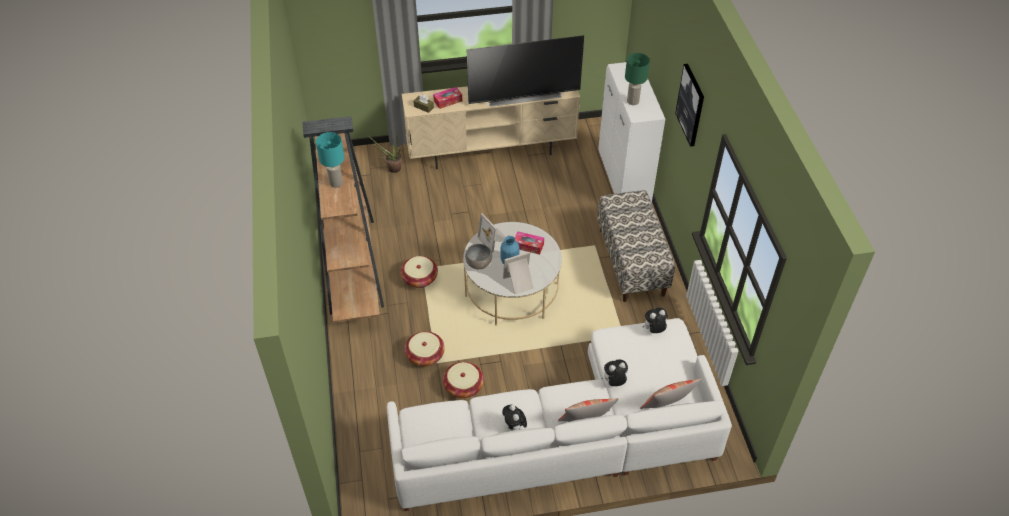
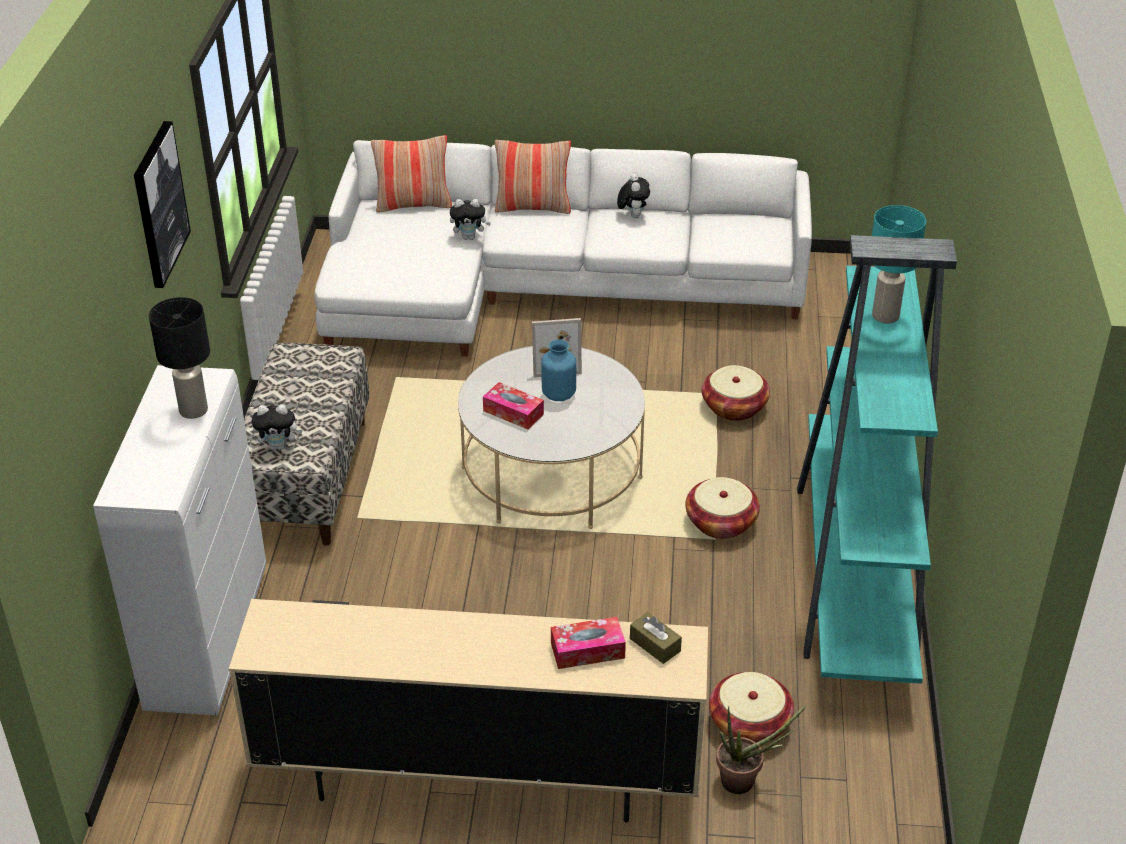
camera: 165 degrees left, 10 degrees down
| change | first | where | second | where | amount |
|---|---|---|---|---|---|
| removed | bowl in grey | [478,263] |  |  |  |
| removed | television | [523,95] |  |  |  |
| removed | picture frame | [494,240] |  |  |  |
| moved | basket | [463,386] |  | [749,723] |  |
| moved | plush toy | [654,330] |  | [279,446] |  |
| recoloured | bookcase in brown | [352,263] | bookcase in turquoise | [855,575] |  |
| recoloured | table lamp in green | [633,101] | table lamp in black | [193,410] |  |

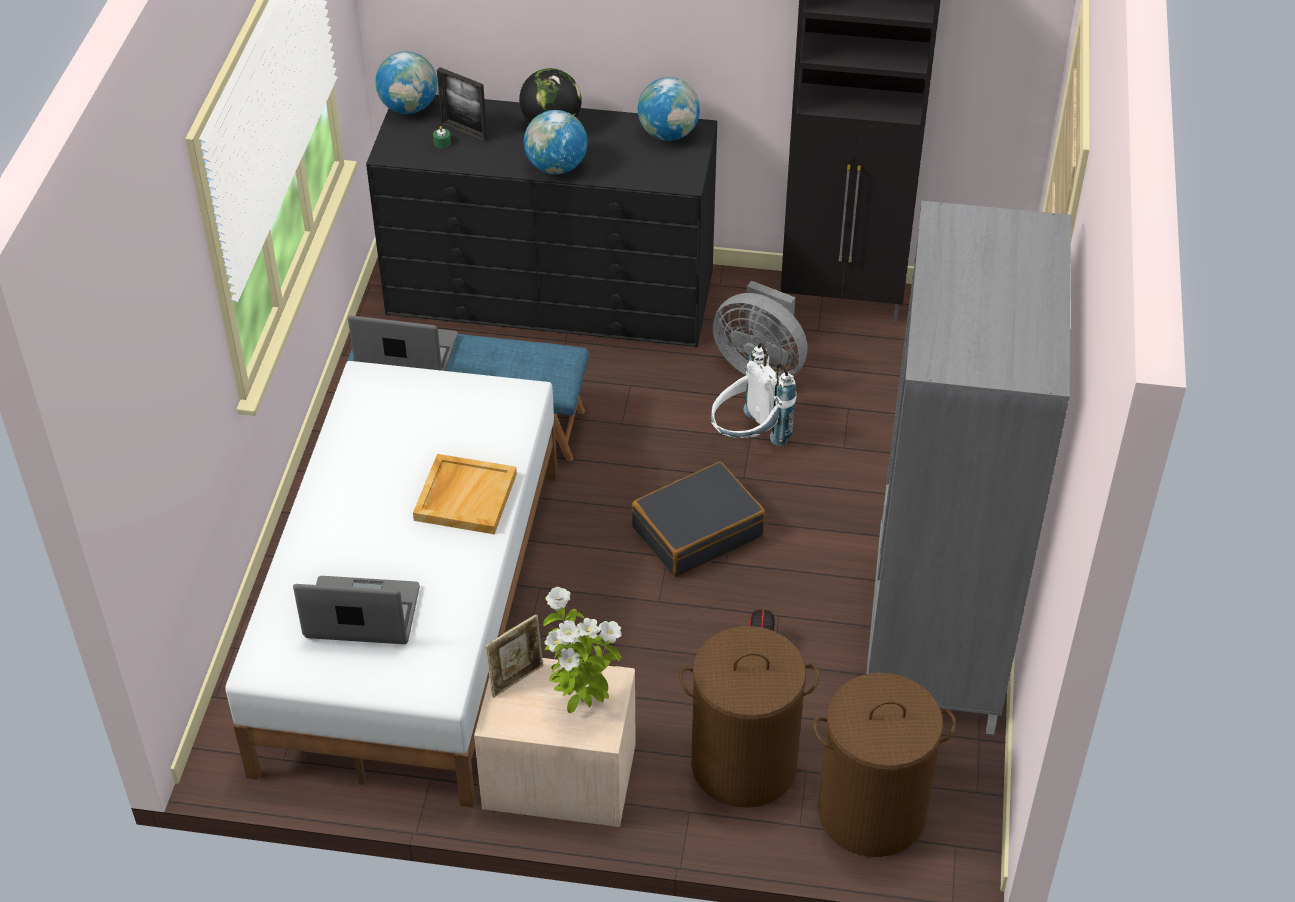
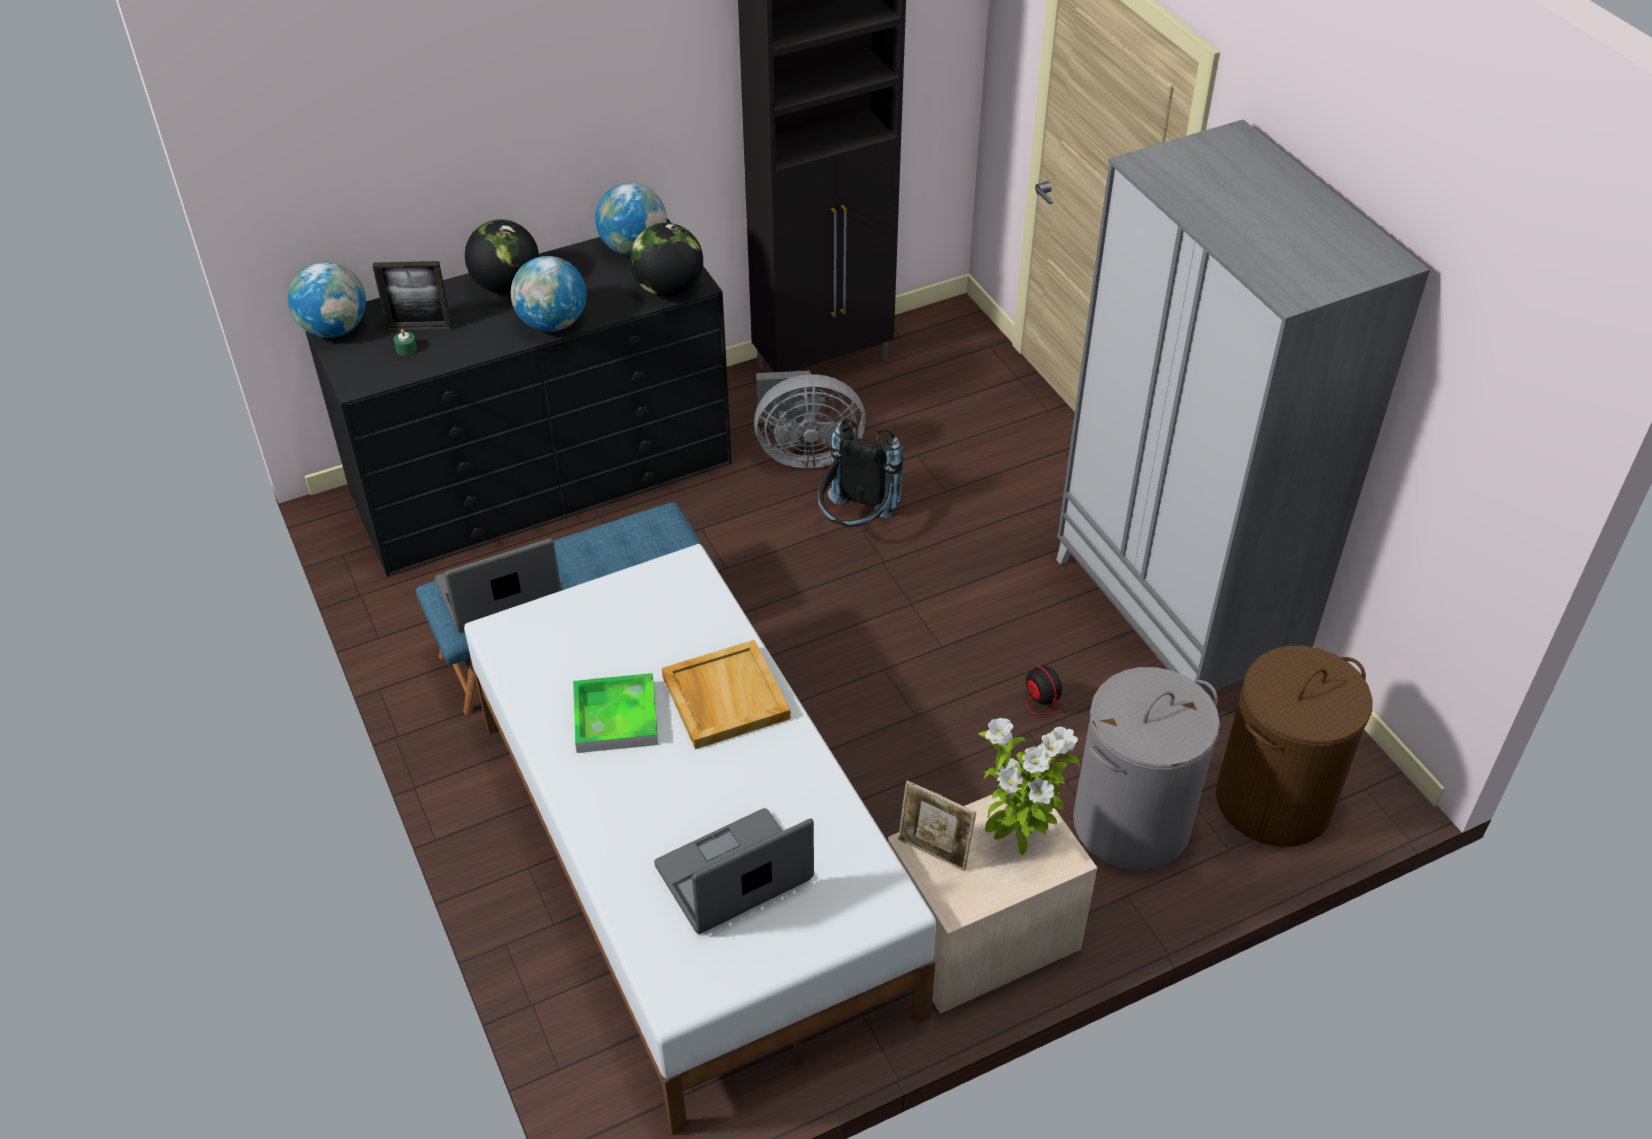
camera: 35 degrees left, 0 degrees up
| change | first | where | second | where | amount |
|---|---|---|---|---|---|
| removed | suitcase in black | [697,531] |  |  |  |
| added |  |  | tray | [615,717] |  |
| added |  |  | globe | [669,290] |  |
| recoloured | laundry basket in brown | [743,765] | laundry basket in grey | [1131,823] |  |
| recoloured | backpack in white | [748,439] | backpack in black | [856,524] |  |
| turned | picture frame | [516,679] |  | [934,852] | 105 degrees clockwise |

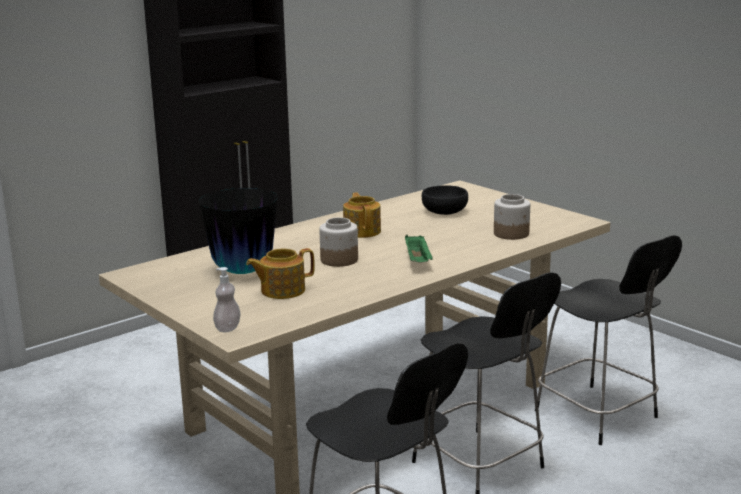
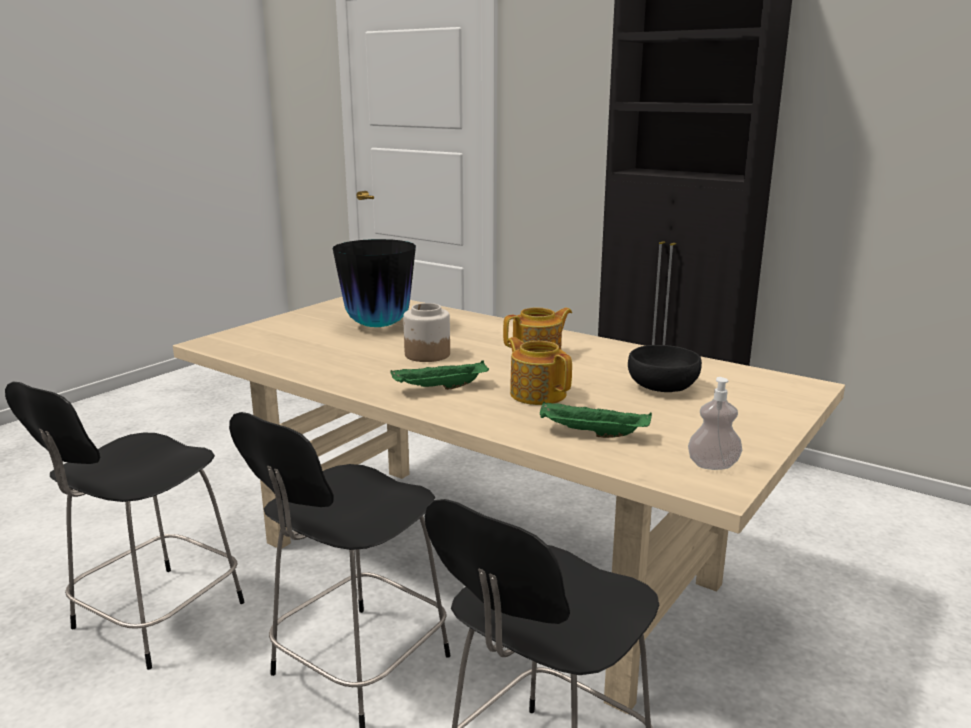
camera: 75 degrees right, 0 degrees up
| change | first | where | second | where | amount |
|---|---|---|---|---|---|
| moved | soap dispenser | [227,328] |  | [713,465] |  |
| moved | teapot | [282,290] |  | [537,394] |  |
| replaced | jar | [511,234] | tray in green | [591,434] |  |

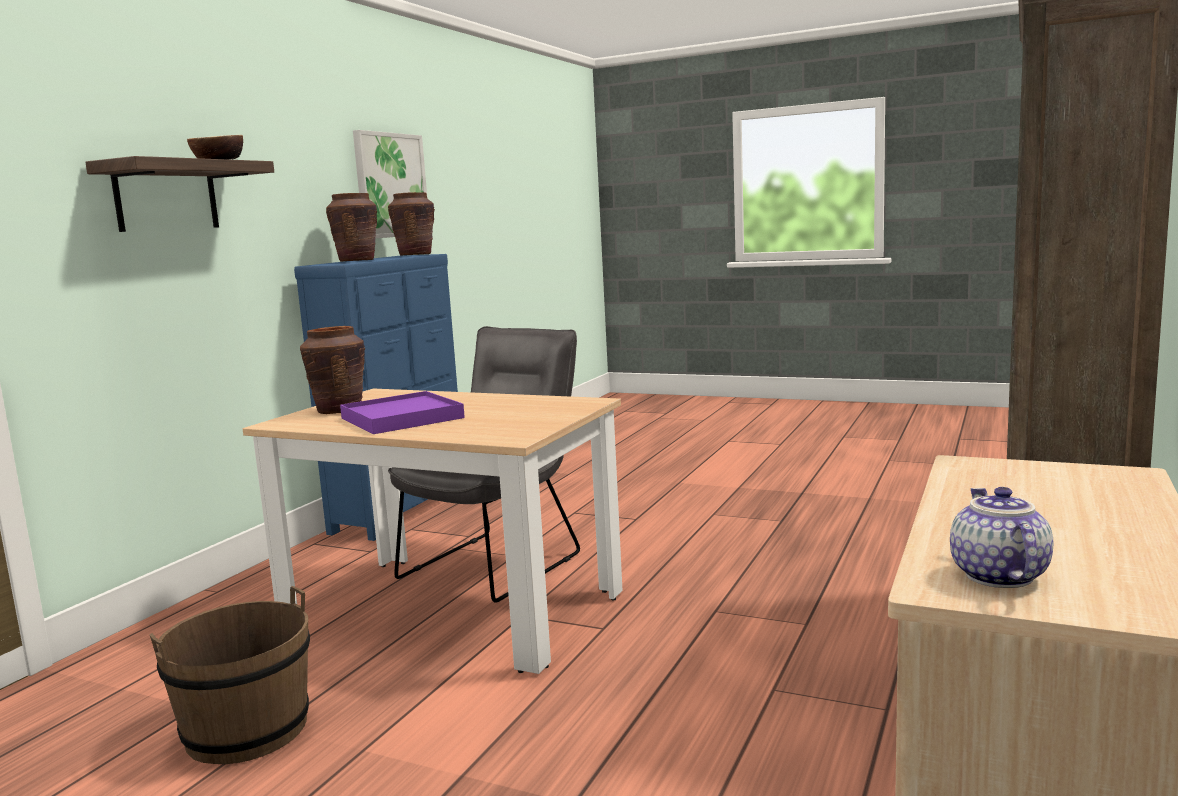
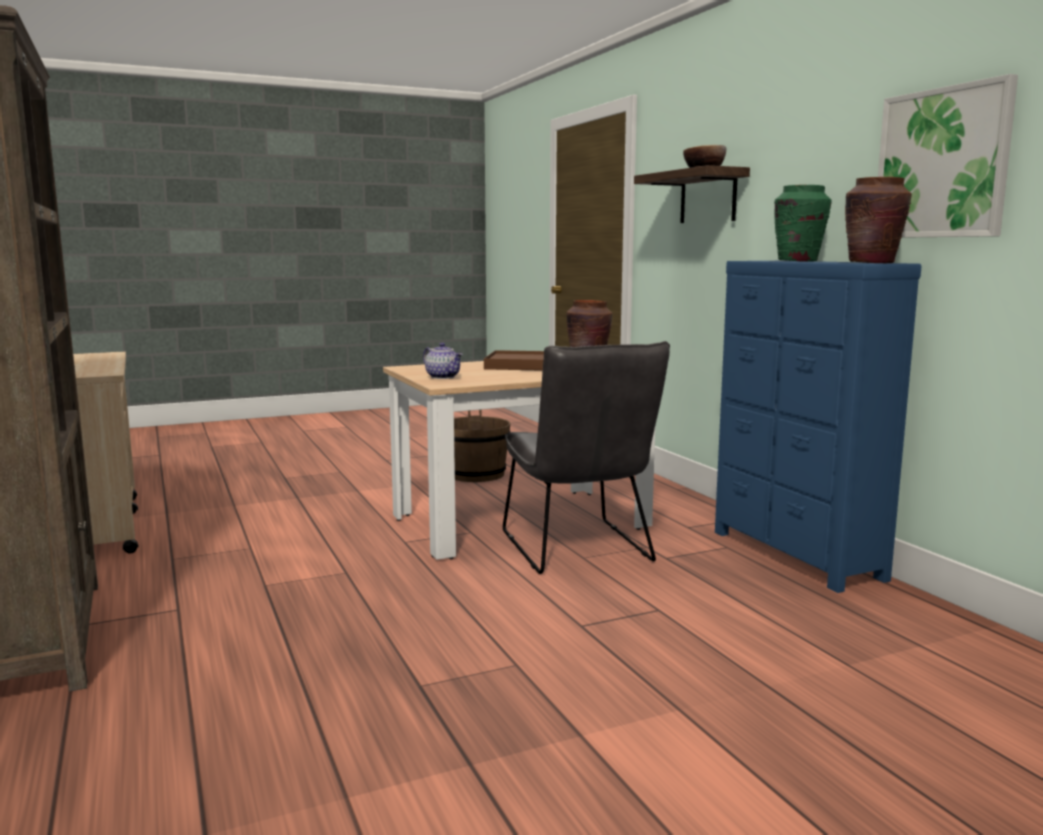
camera: 130 degrees right, 0 degrees up
| change | first | where | second | where | amount |
|---|---|---|---|---|---|
| moved | teapot | [996,576] |  | [443,377] |  |
| recoloured | vase in brown | [357,261] | vase in green | [798,261] |  |
| recoloured | tray in purple | [402,418] | tray in brown | [522,365] |  |

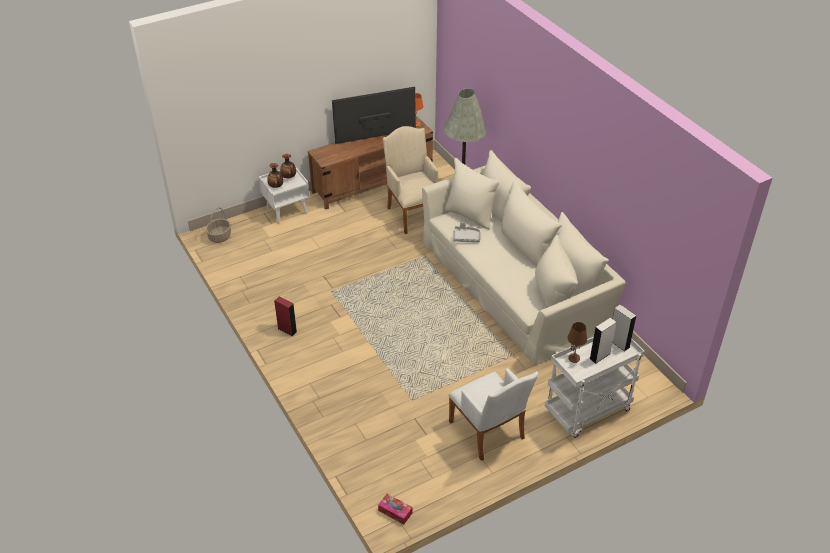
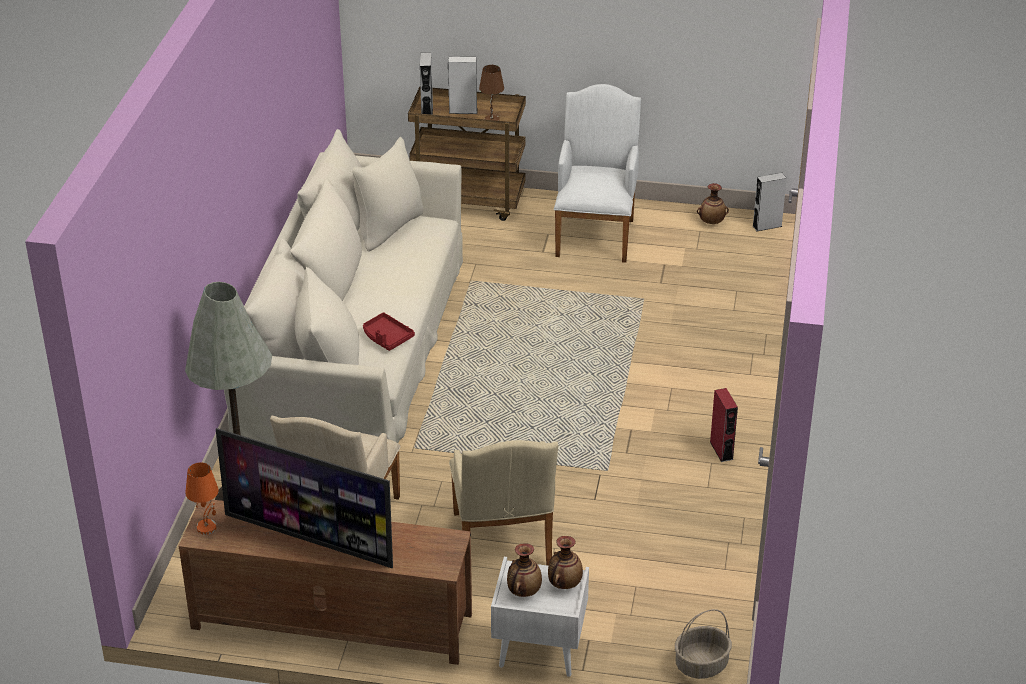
camera: 140 degrees left, 5 degrees down
| change | first | where | second | where | amount |
|---|---|---|---|---|---|
| added |  |  | armchair in beige | [502,545] |  |
| added |  |  | vase | [711,222] |  |
| replaced | tissue box | [395,512] | speaker in grey | [767,226] |  |
| recoloured | tray in grey | [466,237] | tray in red | [386,337] |  |
| recoloured | cart in white | [587,412] | cart in brown | [469,201] |  |

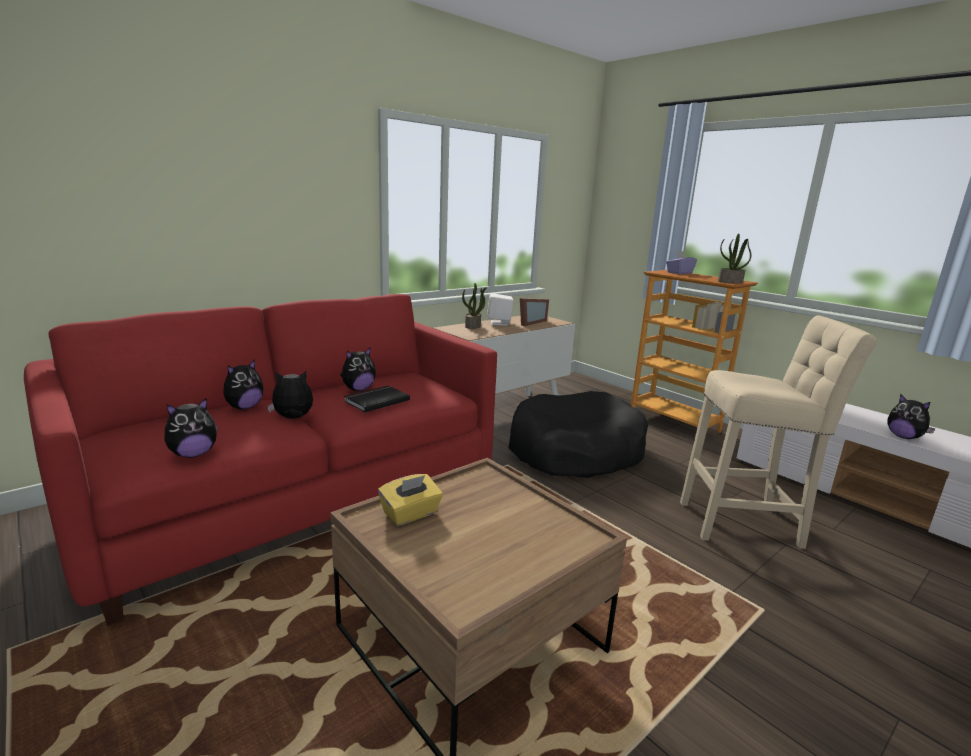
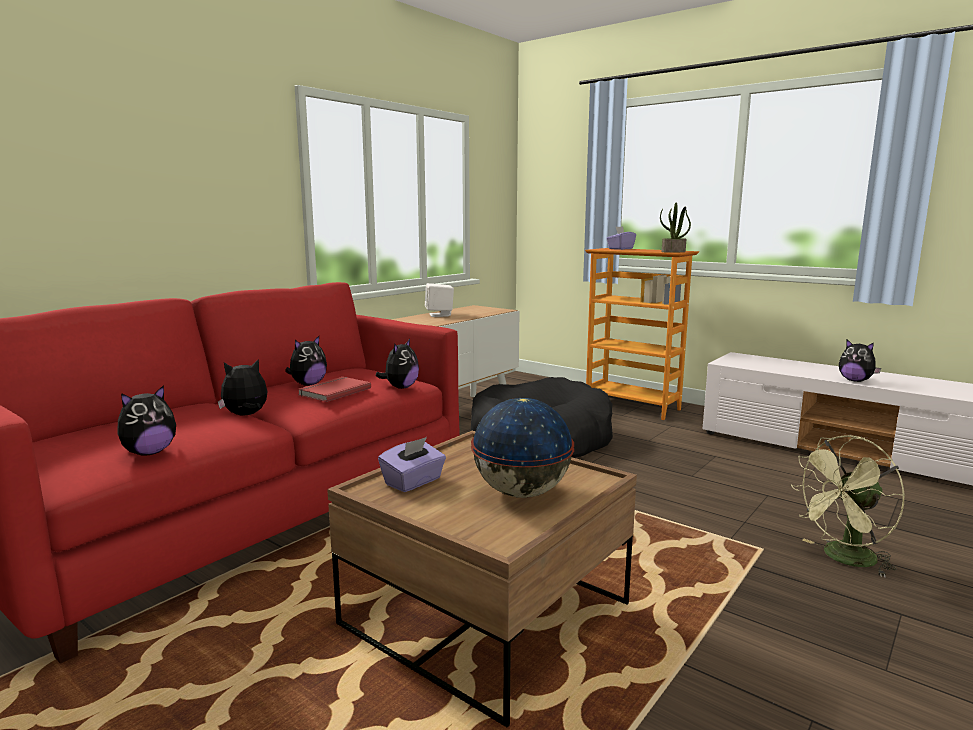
camera: 10 degrees left, 5 degrees down
| change | first | where | second | where | amount |
|---|---|---|---|---|---|
| removed | potted plant | [473,326] |  |  |  |
| removed | picture frame | [529,322] |  |  |  |
| removed | stool in beige | [745,524] |  |  |  |
| added |  |  | globe | [520,493] |  |
| added |  |  | fan in green | [843,559] |  |
| moved | plush toy | [244,407] |  | [400,387] |  |
| recoloured | book in black | [375,400] | book in red | [333,391] |  |
| recoloured | tissue box in yellow | [411,514] | tissue box in purple | [413,482] |  |

